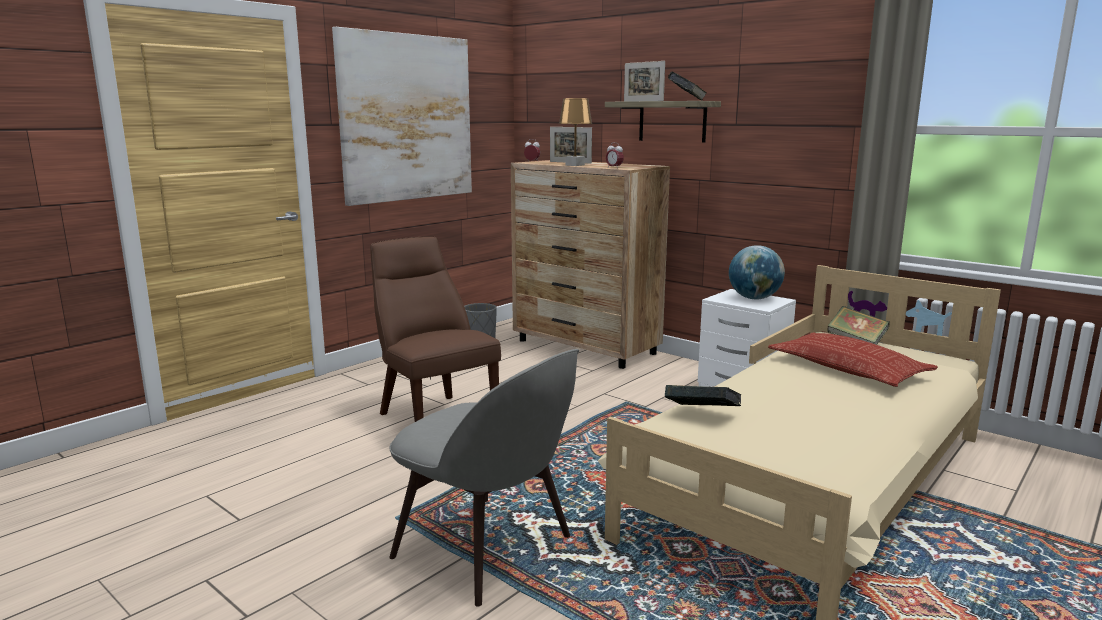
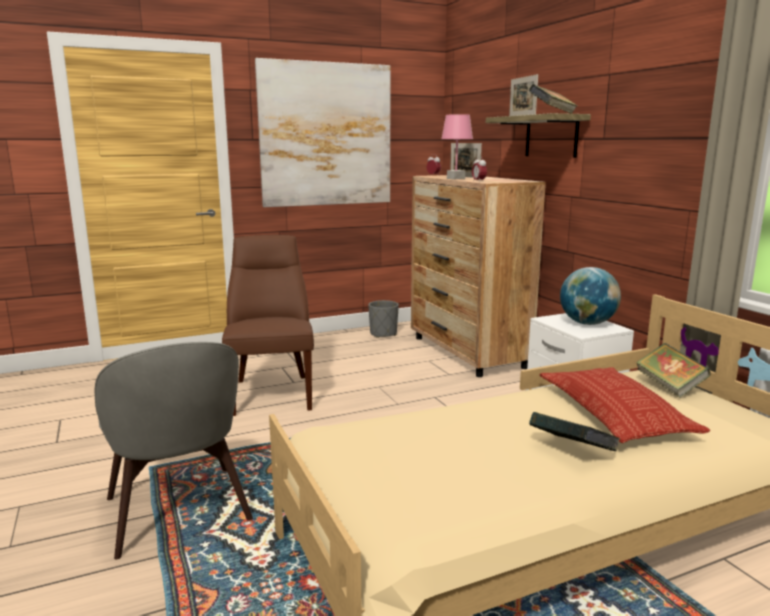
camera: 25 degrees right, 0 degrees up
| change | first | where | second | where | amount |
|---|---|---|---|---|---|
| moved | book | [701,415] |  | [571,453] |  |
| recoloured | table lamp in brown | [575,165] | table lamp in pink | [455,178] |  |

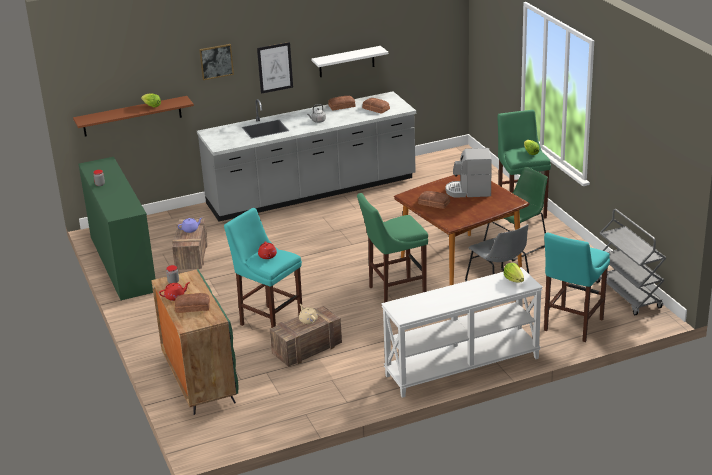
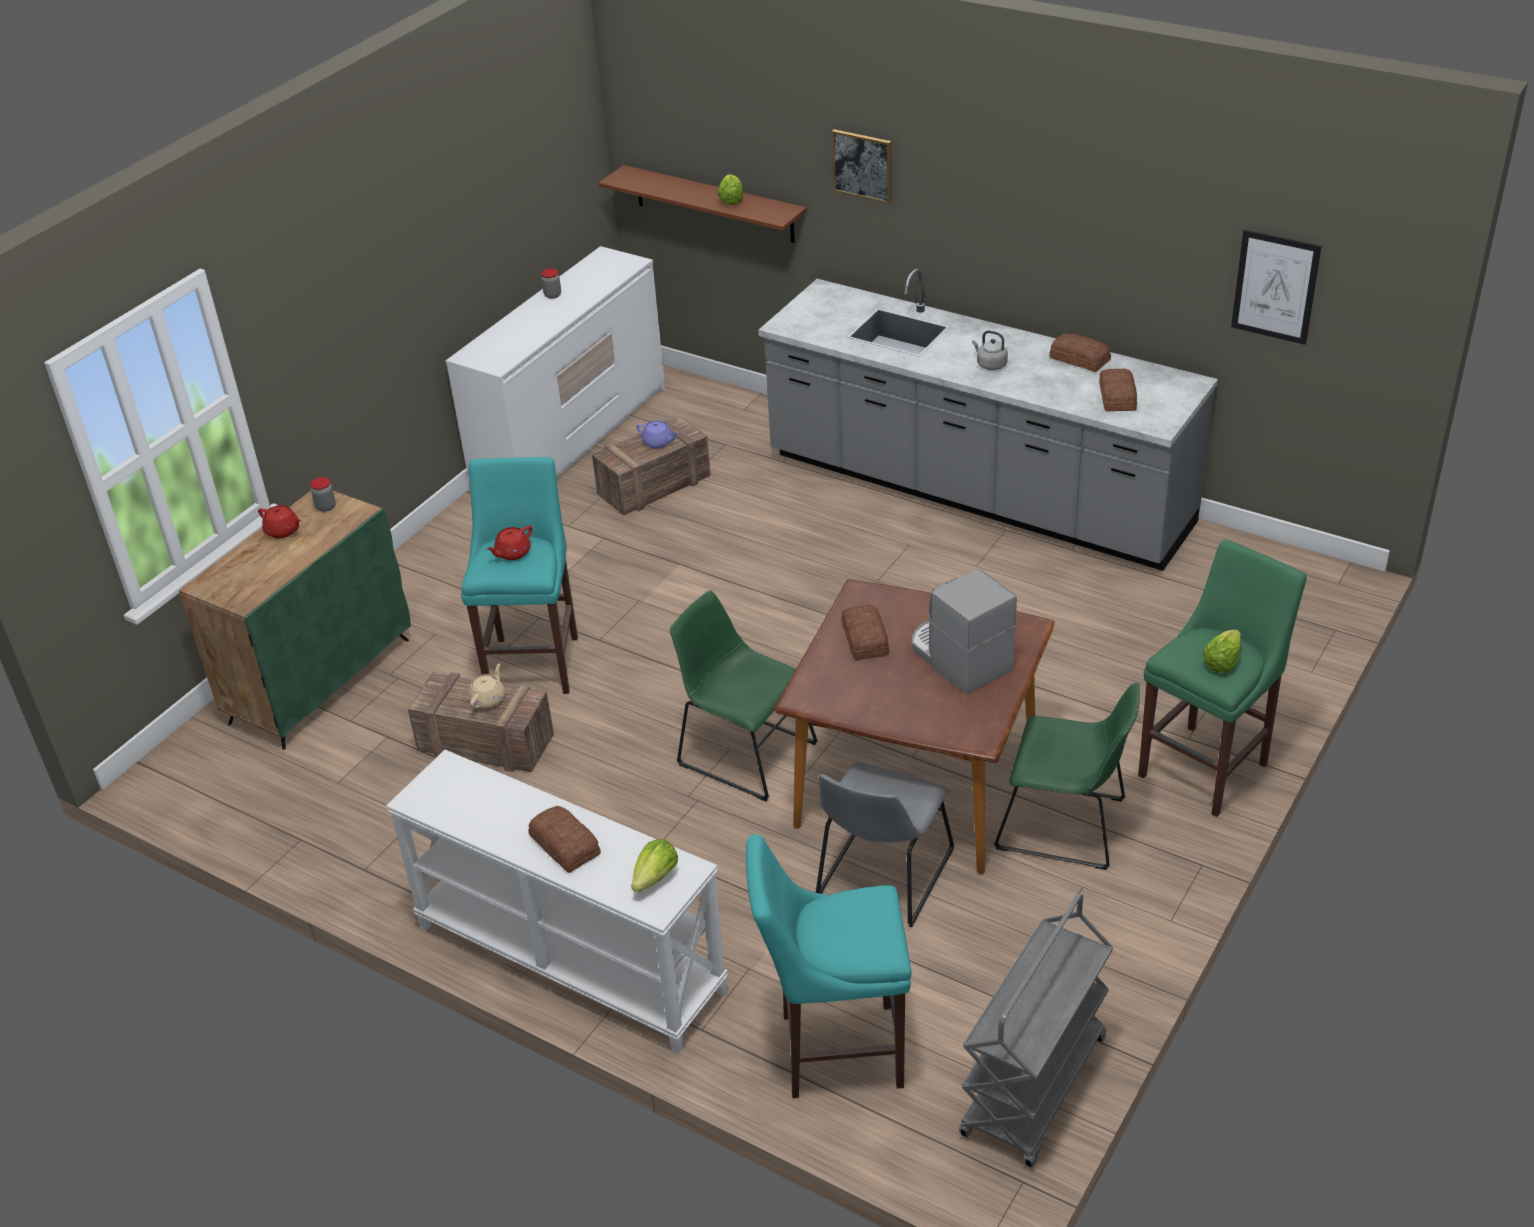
camera: 55 degrees right, 10 degrees up
| change | first | where | second | where | amount |
|---|---|---|---|---|---|
| removed | shelf in white | [346,61] |  |  |  |
| moved | bread | [192,307] |  | [565,844] |  |
| moved | picture | [275,67] |  | [1275,287] |  |
| replaced | stool in green | [394,292] | chair in green | [742,751] |  |
| recoloured | dresser in green | [122,263] | dresser in white | [572,440] |  |

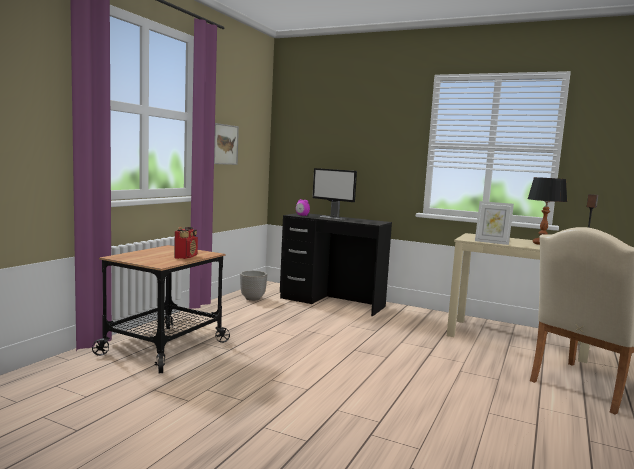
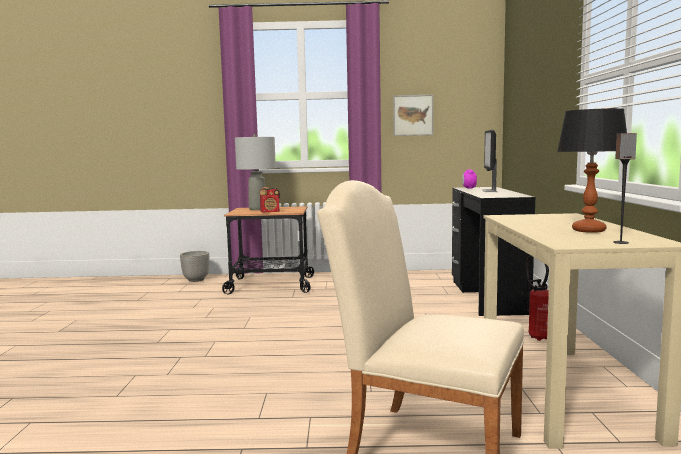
camera: 65 degrees right, 0 degrees up
| change | first | where | second | where | amount |
|---|---|---|---|---|---|
| removed | picture frame | [491,242] |  |  |  |
| added |  |  | table lamp in grey | [258,209] |  |
| added |  |  | fire extinguisher | [537,336] |  |
| moved | planter | [252,298] |  | [196,280] |  |

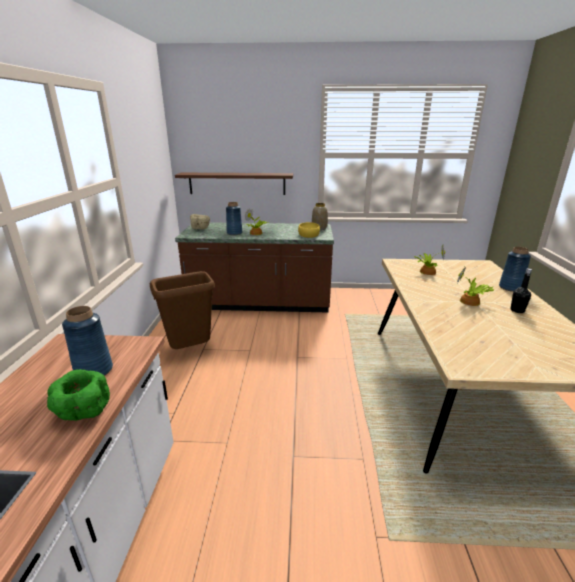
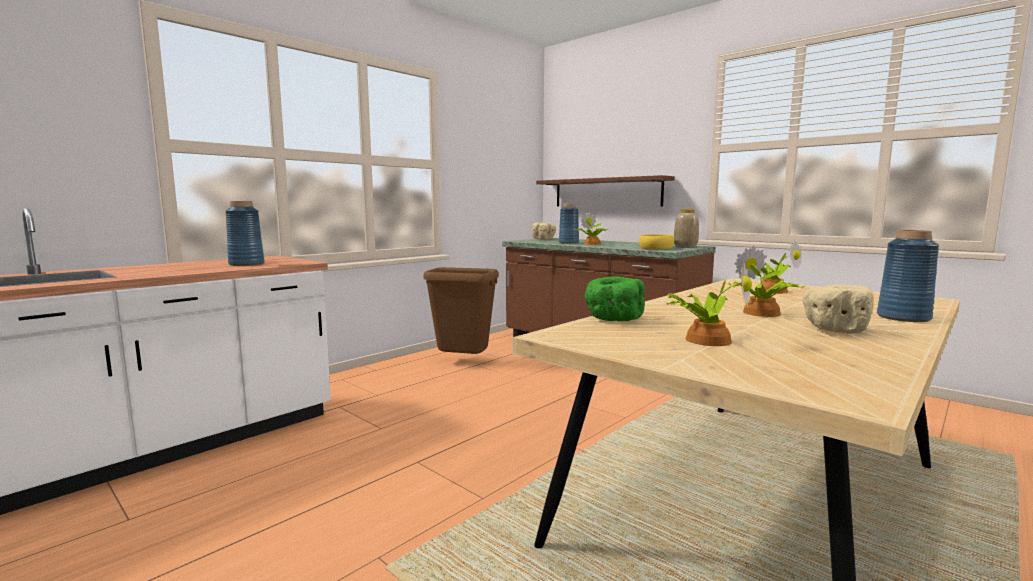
camera: 40 degrees right, 15 degrees down
| change | first | where | second | where | amount |
|---|---|---|---|---|---|
| added |  |  | potted plant | [706,339] |  |
| moved | bowl in green | [83,412] |  | [613,320] |  |
| replaced | bottle in black | [517,310] | bowl in beige | [834,330] |  |

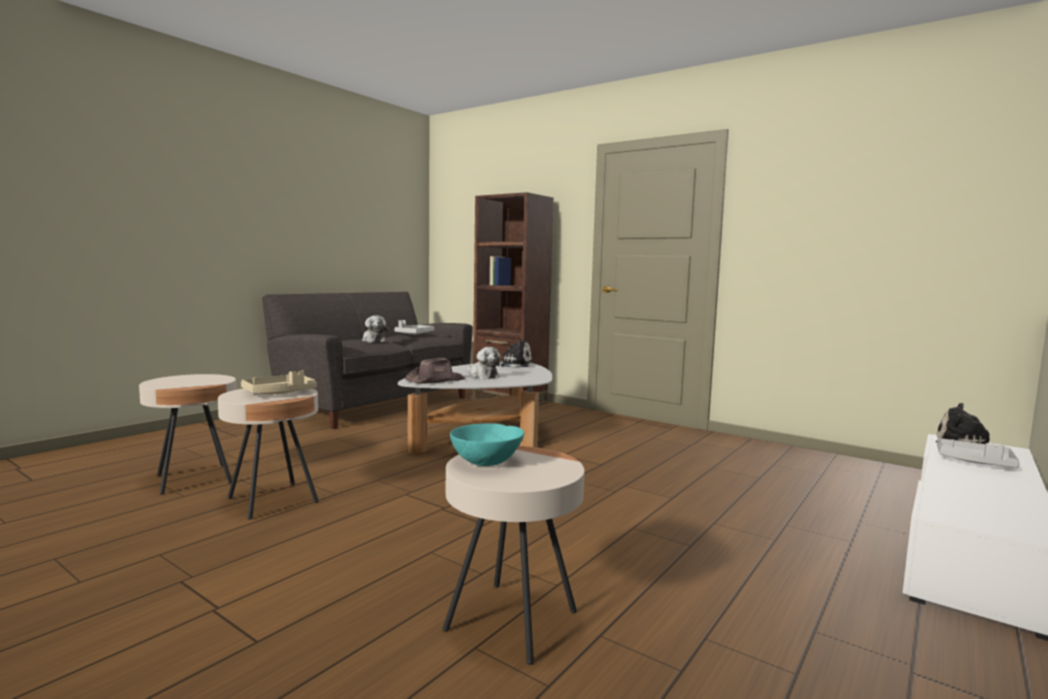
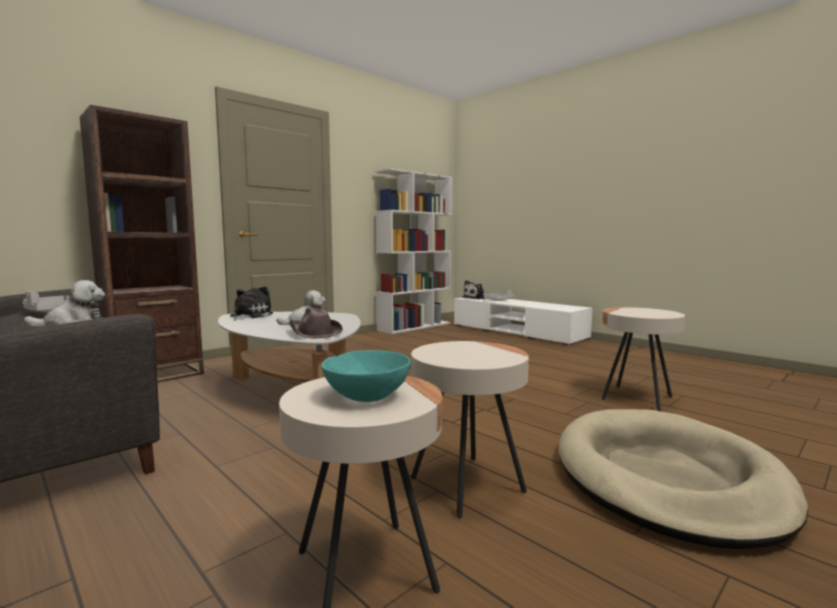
camera: 80 degrees left, 0 degrees up
| change | first | where | second | where | amount |
|---|---|---|---|---|---|
| removed | tray in beige | [279,393] |  |  |  |
| added |  |  | bookcase in white | [415,326] |  |
| added |  |  | dog bed in beige | [666,478] |  |
| moved | bowl in turquoise | [486,461] |  | [366,396] |  |

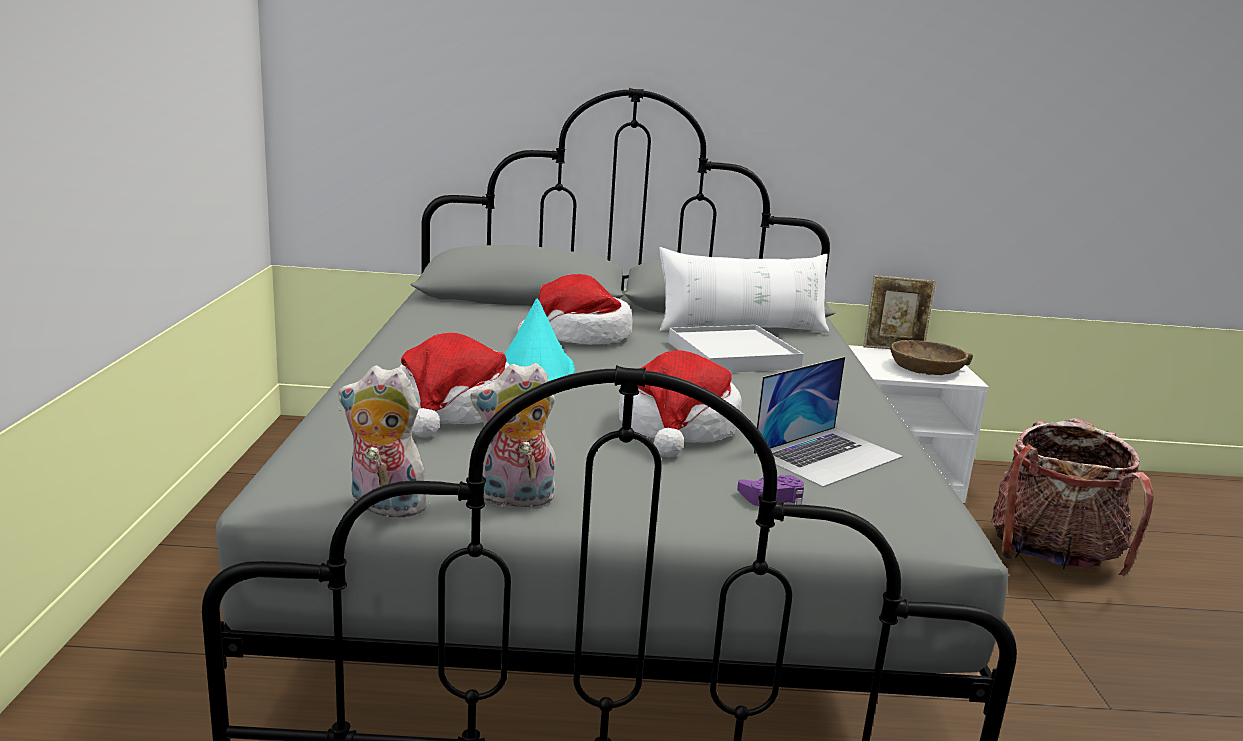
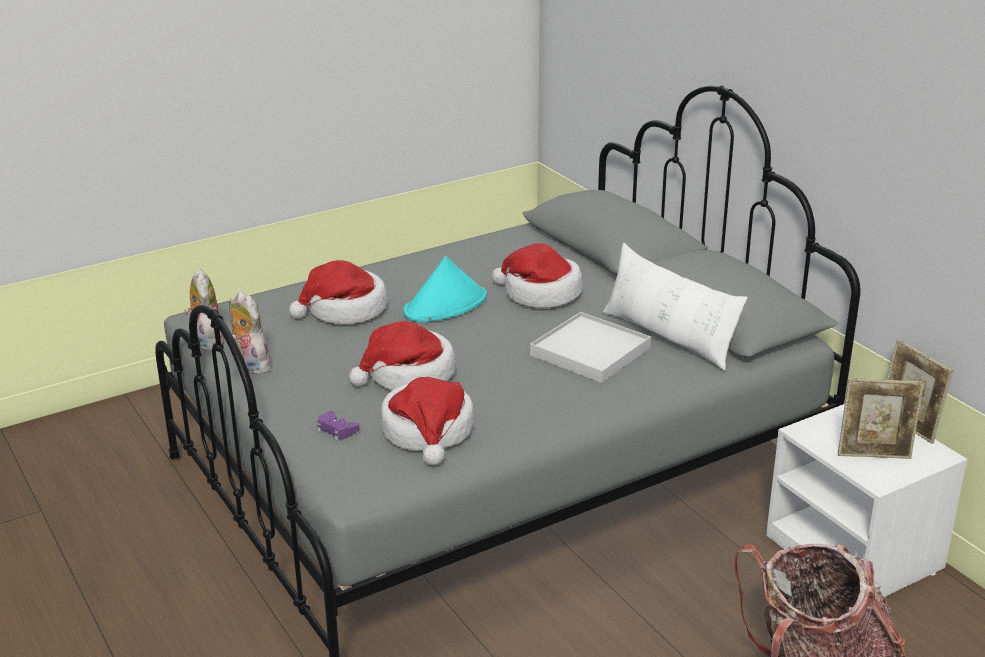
camera: 60 degrees right, 10 degrees up
| change | first | where | second | where | amount |
|---|---|---|---|---|---|
| replaced | laptop | [828,455] | hat | [428,432] |  |
| replaced | bowl in brown | [926,368] | picture frame | [874,455] |  |

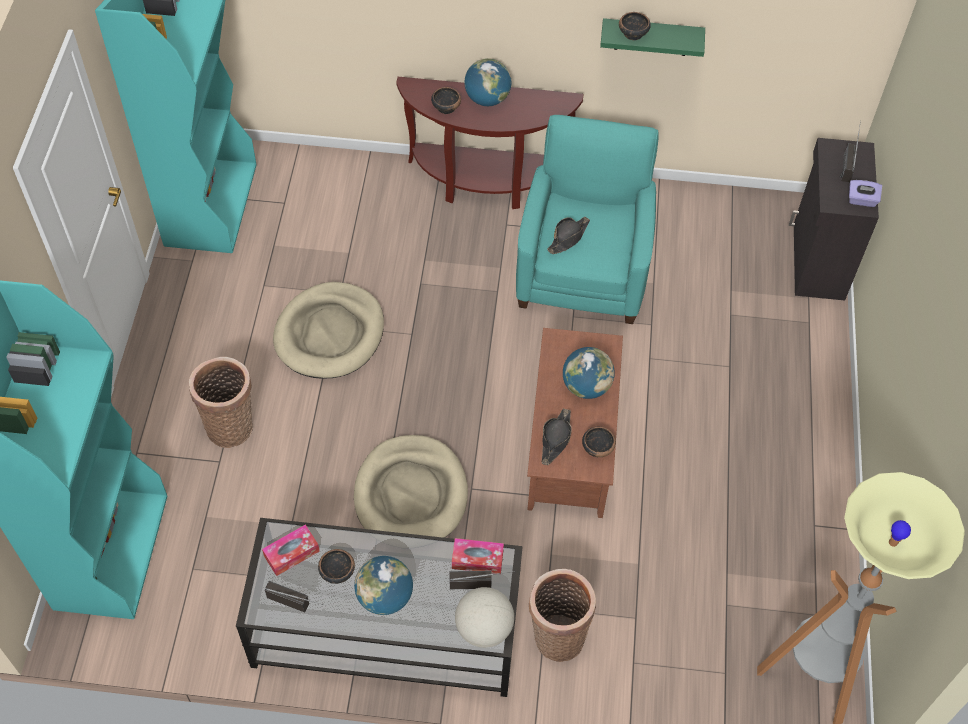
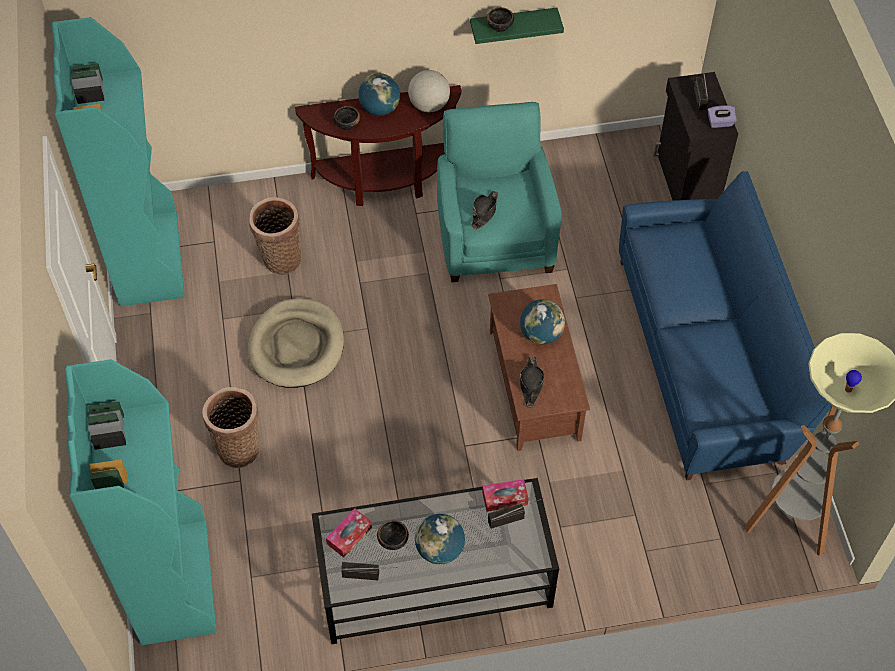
camera: 15 degrees left, 0 degrees up
| change | first | where | second | where | amount |
|---|---|---|---|---|---|
| removed | dog bed in beige | [411,494] |  |  |  |
| removed | bowl | [597,448] |  |  |  |
| added |  |  | sofa in blue | [707,357] |  |
| moved | globe | [483,628] |  | [429,105] |  |
| moved | basket | [556,635] |  | [280,258] |  |

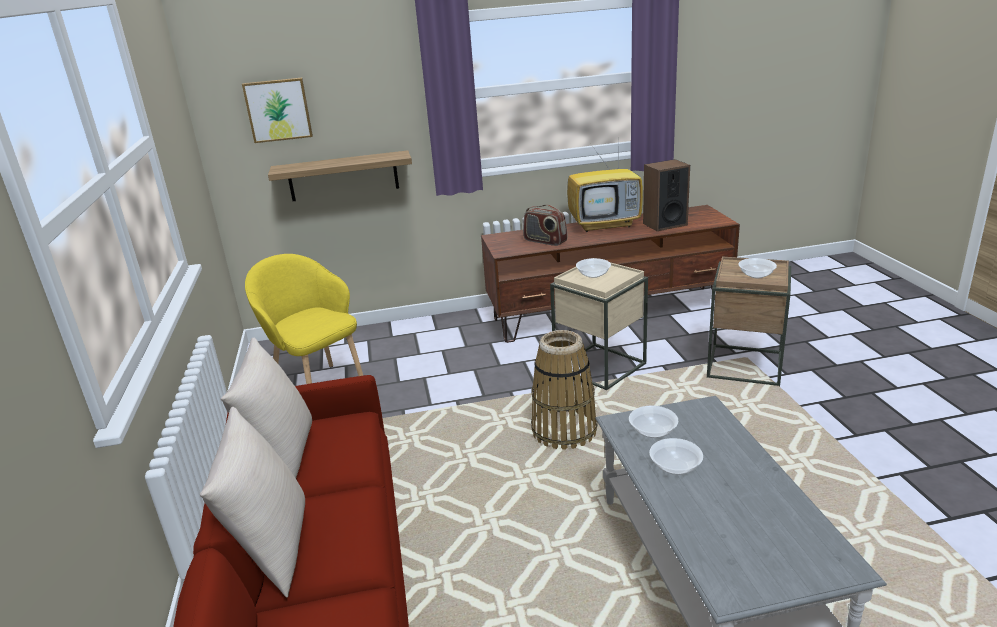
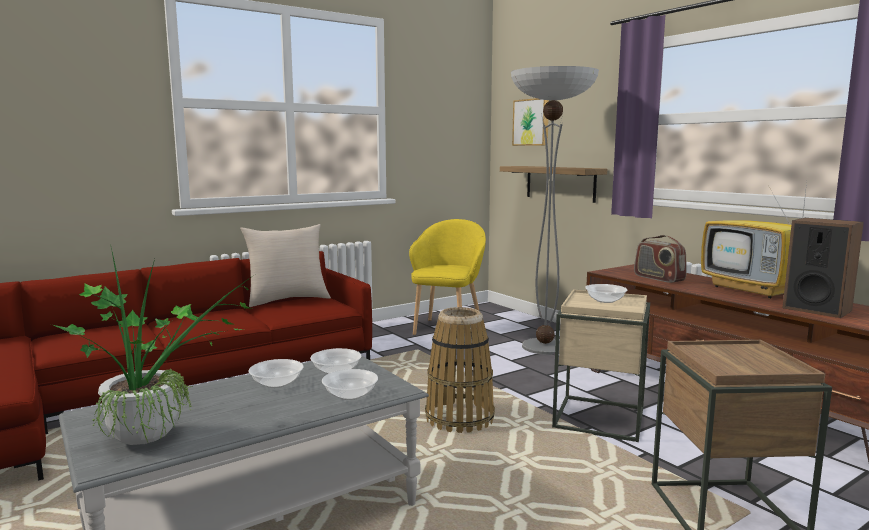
camera: 65 degrees right, 15 degrees down
| change | first | where | second | where | amount |
|---|---|---|---|---|---|
| removed | pillow in beige | [272,548] |  |  |  |
| added |  |  | potted plant | [158,433] |  |
| added |  |  | floor lamp | [544,347] |  |
| moved | bowl | [756,275] |  | [350,395] |  |
| turned | radio | [545,241] |  | [658,278] | 45 degrees counterclockwise |

